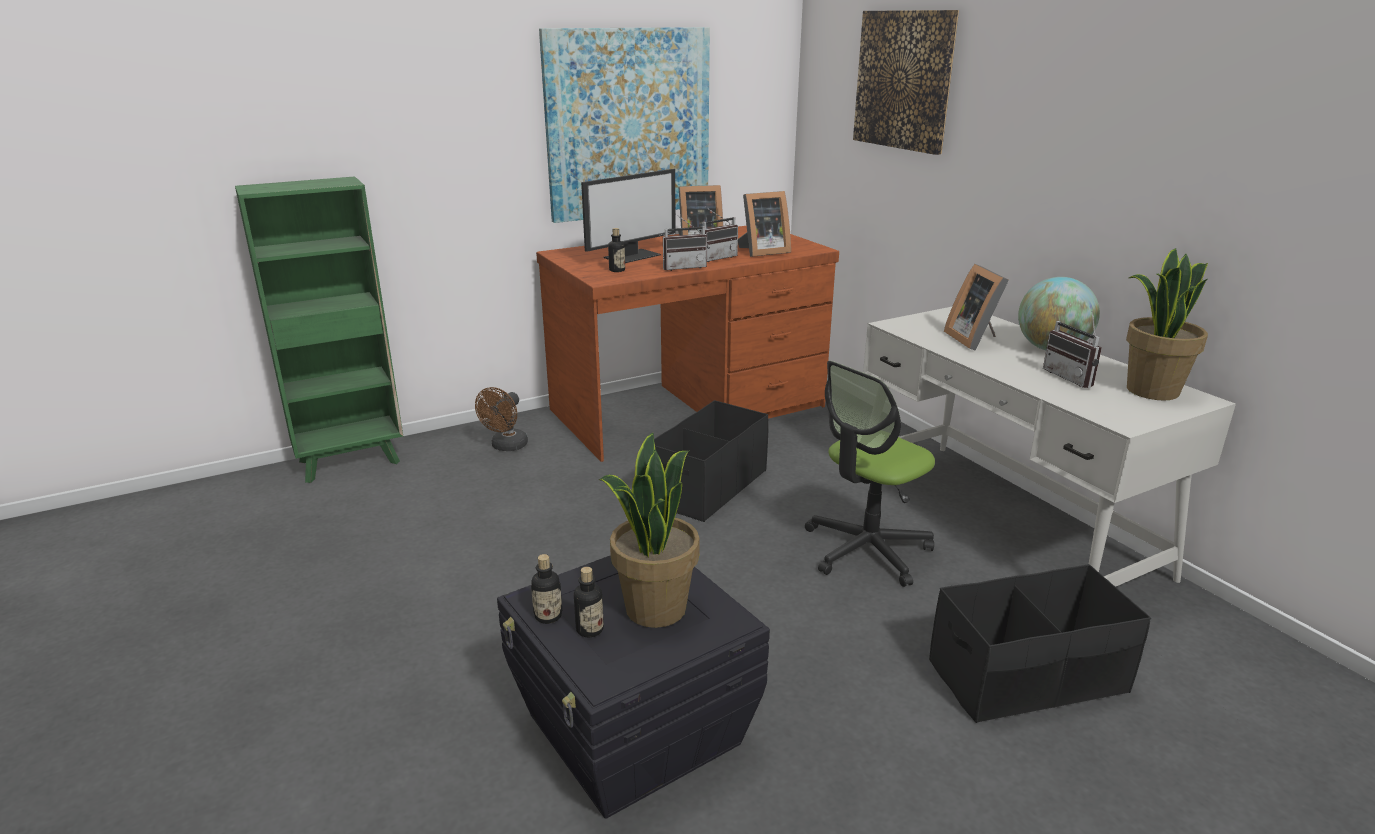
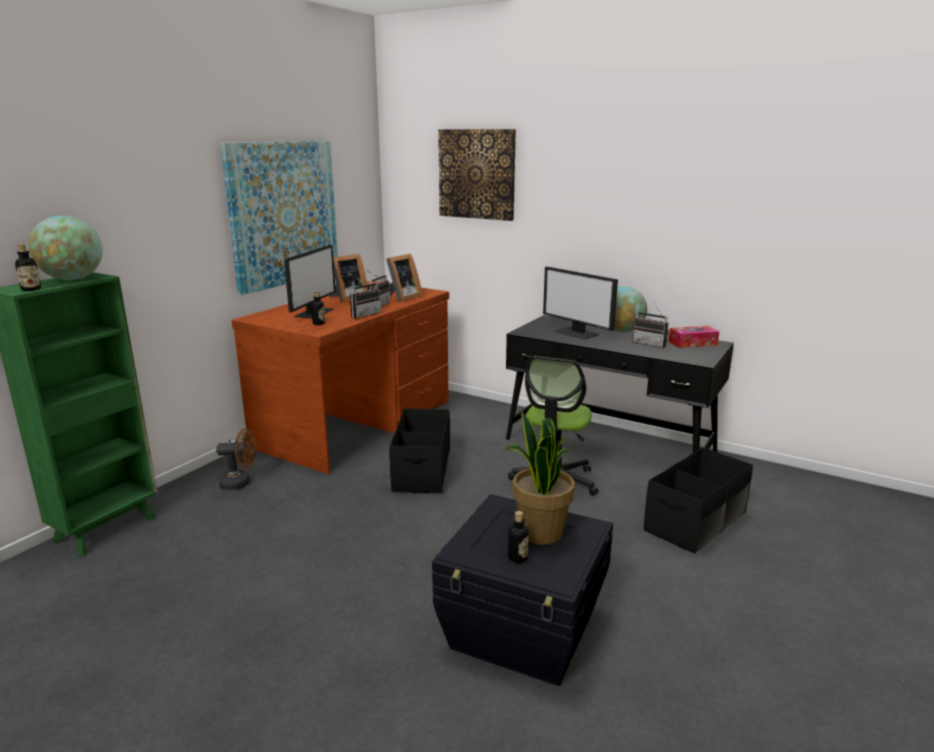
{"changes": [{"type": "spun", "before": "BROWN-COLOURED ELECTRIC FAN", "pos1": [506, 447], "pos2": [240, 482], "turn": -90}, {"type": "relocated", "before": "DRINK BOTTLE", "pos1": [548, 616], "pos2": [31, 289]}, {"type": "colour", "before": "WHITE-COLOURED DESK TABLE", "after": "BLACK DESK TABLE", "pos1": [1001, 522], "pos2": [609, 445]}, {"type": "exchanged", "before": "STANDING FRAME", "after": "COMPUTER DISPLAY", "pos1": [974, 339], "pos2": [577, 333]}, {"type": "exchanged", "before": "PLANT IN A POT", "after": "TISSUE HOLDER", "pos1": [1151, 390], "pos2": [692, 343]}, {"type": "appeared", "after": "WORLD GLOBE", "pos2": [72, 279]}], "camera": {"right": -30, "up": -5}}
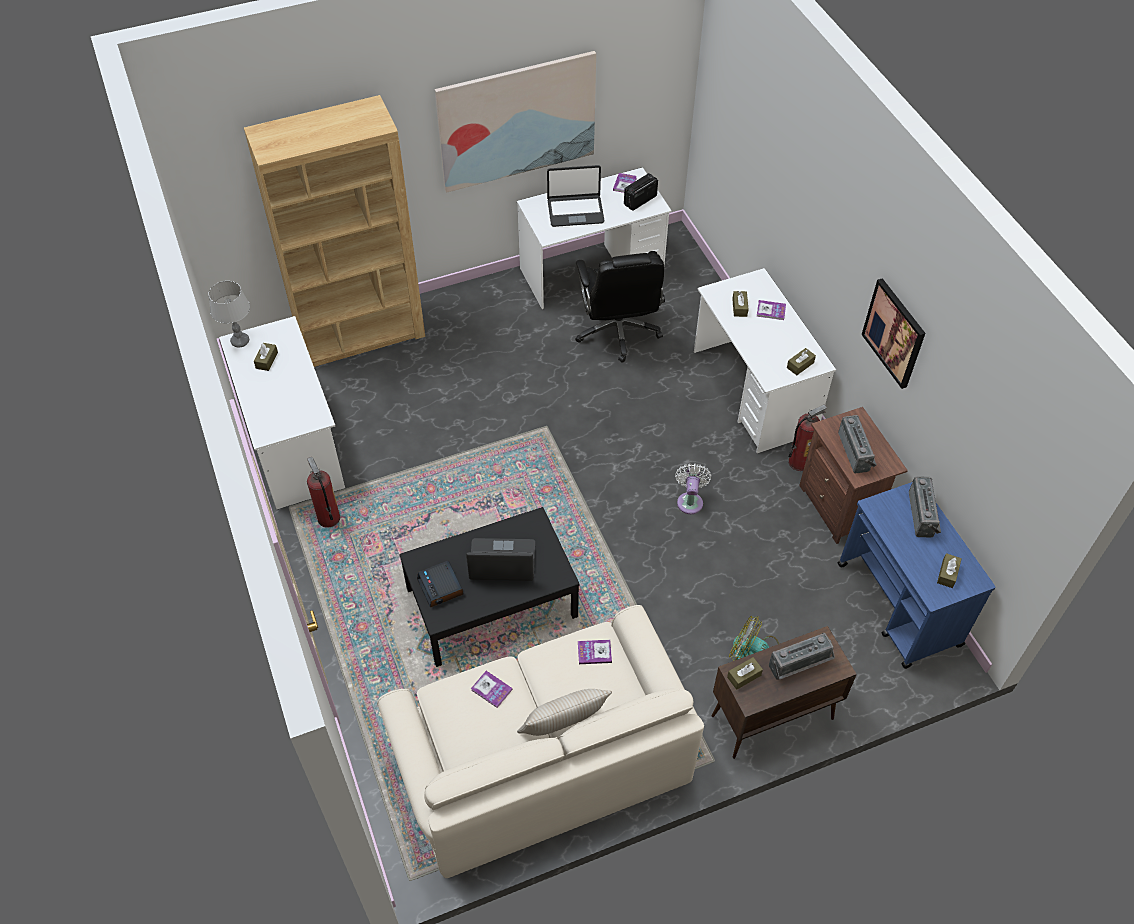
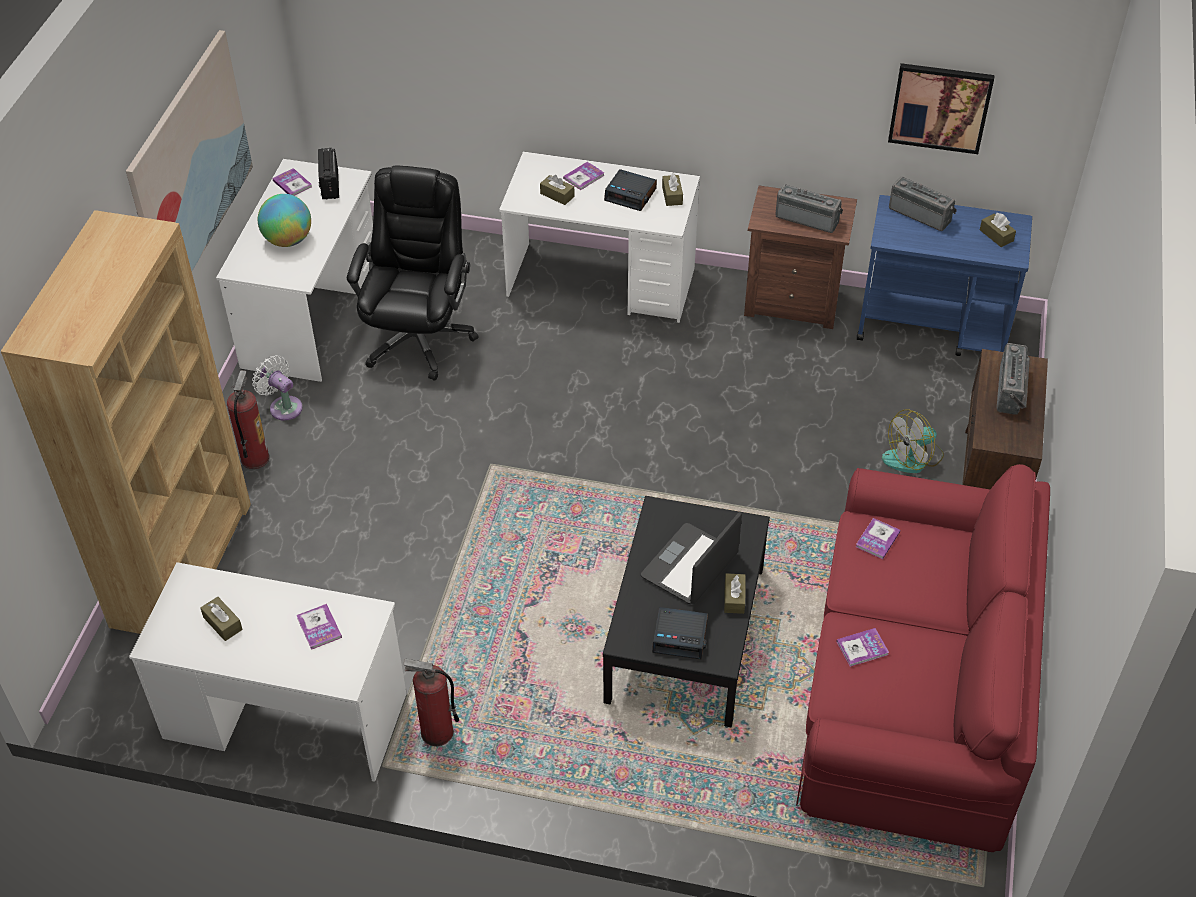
{"changes": [{"type": "missing", "before": "GREYISH LAMP FOR A TABLE", "pos1": [240, 341]}, {"type": "colour", "before": "BEIGE COUCH", "after": "RED-COLOURED COUCH", "pos1": [541, 759], "pos2": [912, 691]}, {"type": "missing", "before": "BEIGE CUSHION", "pos1": [563, 729]}, {"type": "exchanged", "before": "PORTABLE COMPUTER", "after": "WORLD GLOBE", "pos1": [575, 211], "pos2": [288, 240]}, {"type": "spun", "before": "BLACK COMPUTER CHAIR", "pos1": [618, 331], "pos2": [419, 338], "turn": -105}, {"type": "relocated", "before": "WHITE-COLOURED ELECTRIC FAN", "pos1": [690, 500], "pos2": [283, 406]}, {"type": "relocated", "before": "BROWN-COLOURED TISSUE HOLDER", "pos1": [744, 676], "pos2": [734, 598]}, {"type": "relocated", "before": "FIRE-FIGHTING CYLINDER", "pos1": [799, 462], "pos2": [254, 458]}, {"type": "relocated", "before": "WALL ART", "pos1": [894, 333], "pos2": [940, 107]}, {"type": "appeared", "after": "VOLUME", "pos2": [319, 627]}, {"type": "appeared", "after": "TABLE CLOCK", "pos2": [631, 195]}], "camera": {"right": -55, "up": -5}}
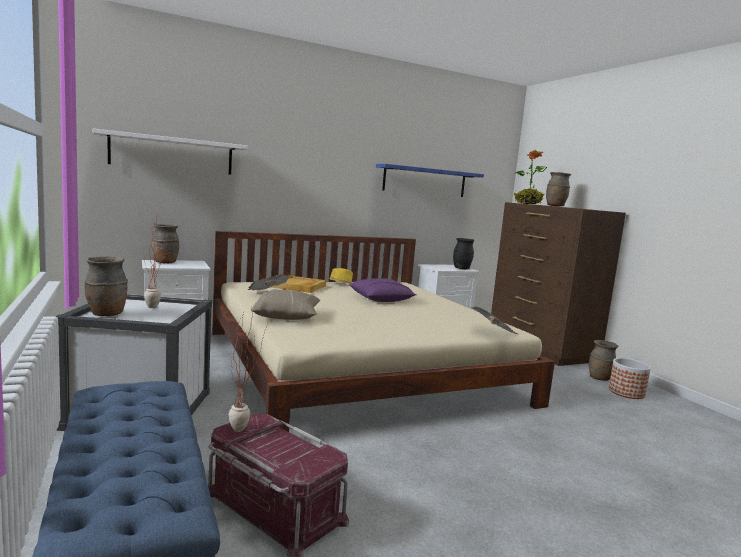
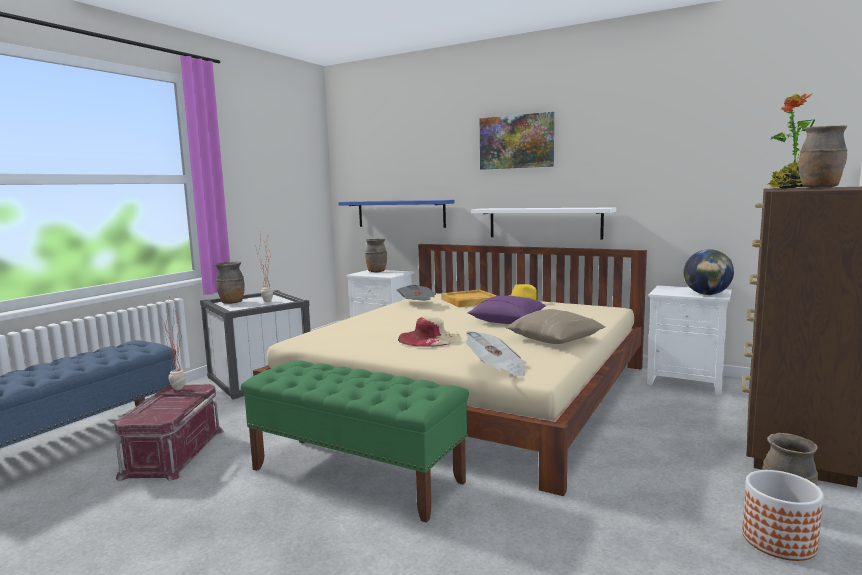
{"changes": [{"type": "relocated", "before": "WHITE-COLOURED SHELF", "pos1": [172, 154], "pos2": [544, 223]}, {"type": "relocated", "before": "BEIGE CUSHION", "pos1": [286, 316], "pos2": [555, 340]}, {"type": "relocated", "before": "BLUE-COLOURED SHELF", "pos1": [425, 181], "pos2": [400, 213]}, {"type": "exchanged", "before": "BLACK DECORATIVE VASE", "after": "WORLD GLOBE", "pos1": [462, 269], "pos2": [707, 294]}, {"type": "appeared", "after": "GREEN LONG SEAT", "pos2": [356, 475]}, {"type": "appeared", "after": "BEIGE HAT", "pos2": [429, 337]}, {"type": "appeared", "after": "WALL ART", "pos2": [516, 142]}], "camera": {"right": 55, "up": 0}}
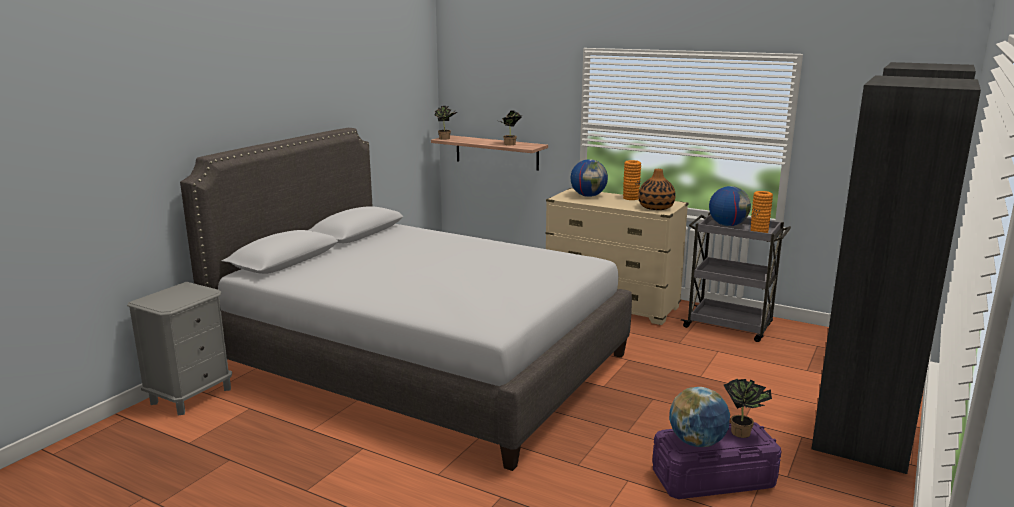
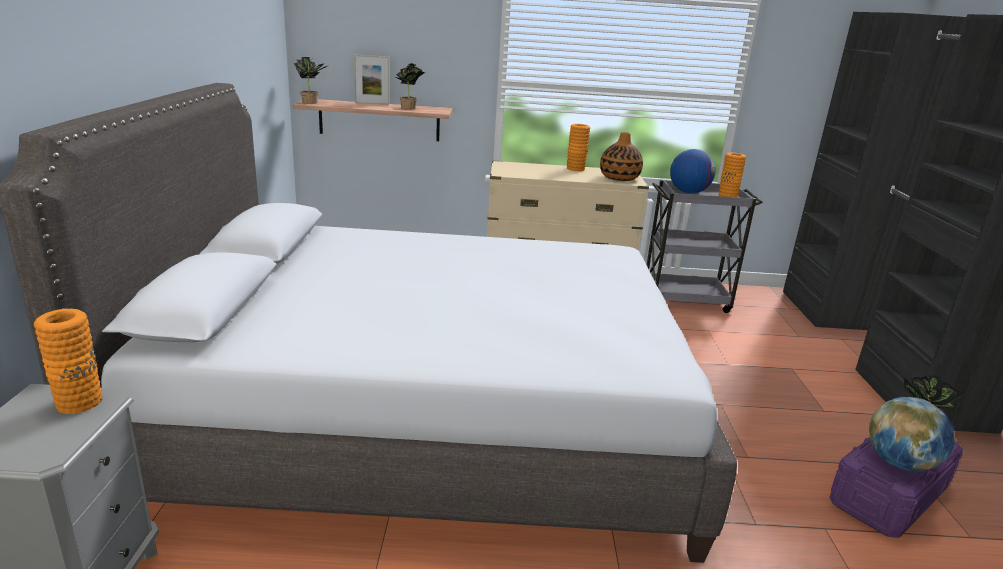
{"changes": [{"type": "missing", "before": "WORLD GLOBE", "pos1": [588, 196]}, {"type": "appeared", "after": "ORANGEY DECORATIVE VASE", "pos2": [79, 402]}, {"type": "appeared", "after": "STANDING FRAME", "pos2": [372, 103]}], "camera": {"right": -30, "up": 5}}
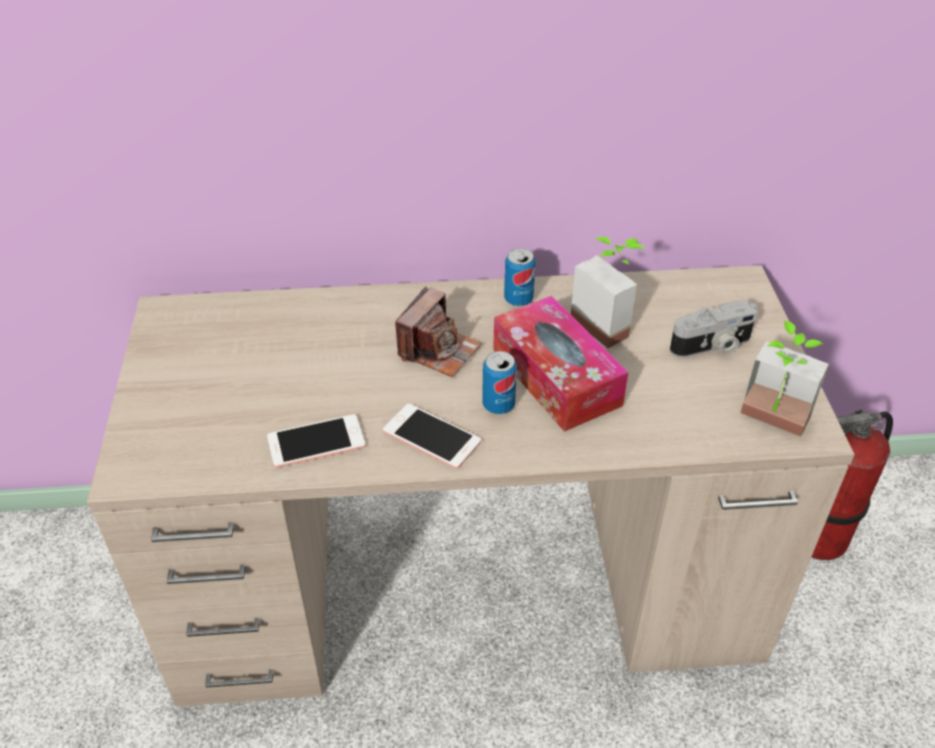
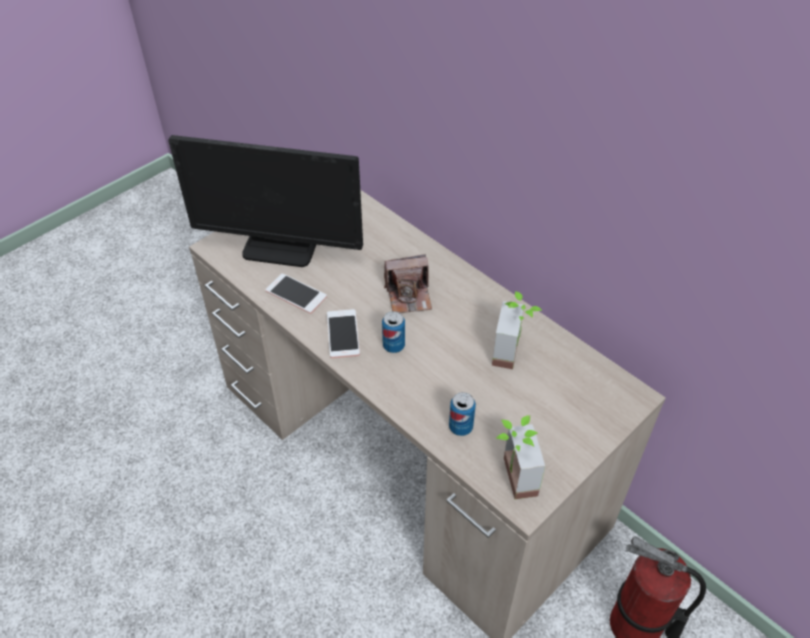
{"changes": [{"type": "missing", "before": "TISSUE HOLDER", "pos1": [556, 377]}, {"type": "relocated", "before": "CAN", "pos1": [518, 299], "pos2": [460, 427]}, {"type": "missing", "before": "PHOTO CAMERA", "pos1": [712, 346]}, {"type": "appeared", "after": "COMPUTER DISPLAY", "pos2": [280, 247]}], "camera": {"right": 50, "up": 5}}
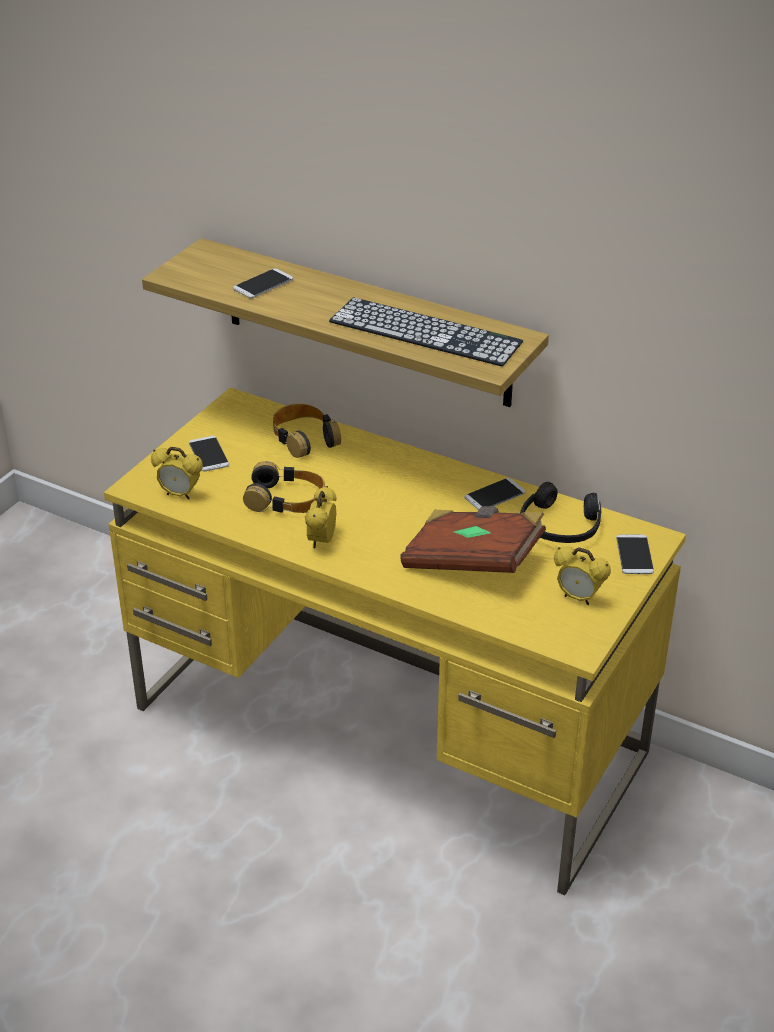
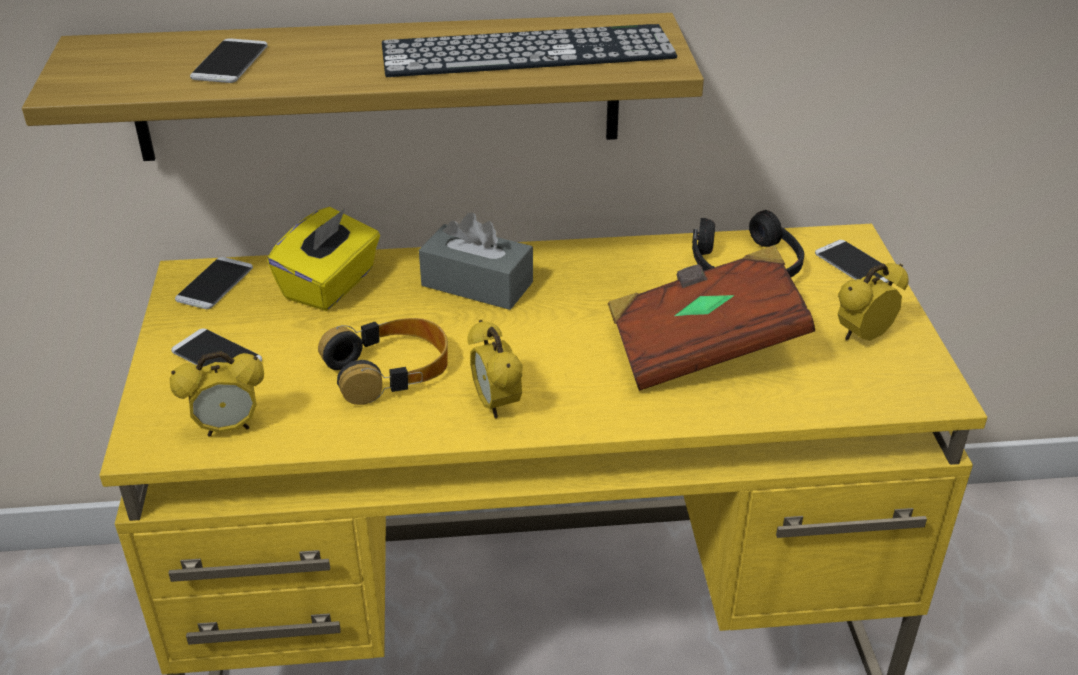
{"changes": [{"type": "exchanged", "before": "HEADSET", "after": "YELLOW TISSUE HOLDER", "pos1": [304, 438], "pos2": [330, 285]}, {"type": "relocated", "before": "PHONE", "pos1": [494, 495], "pos2": [215, 284]}, {"type": "spun", "before": "TABLE CLOCK", "pos1": [578, 598], "pos2": [863, 337], "turn": 150}, {"type": "appeared", "after": "GREYISH TISSUE HOLDER", "pos2": [477, 284]}], "camera": {"right": -35, "up": 0}}
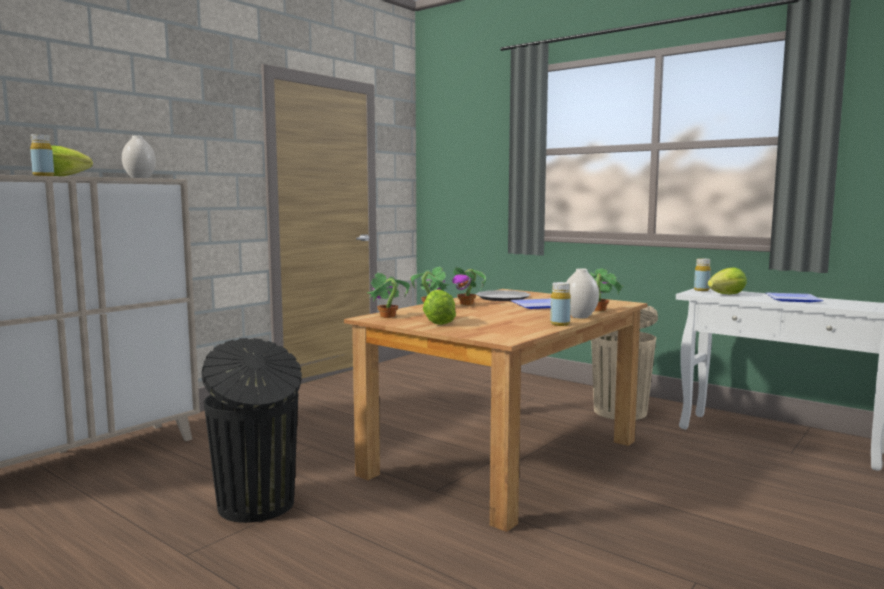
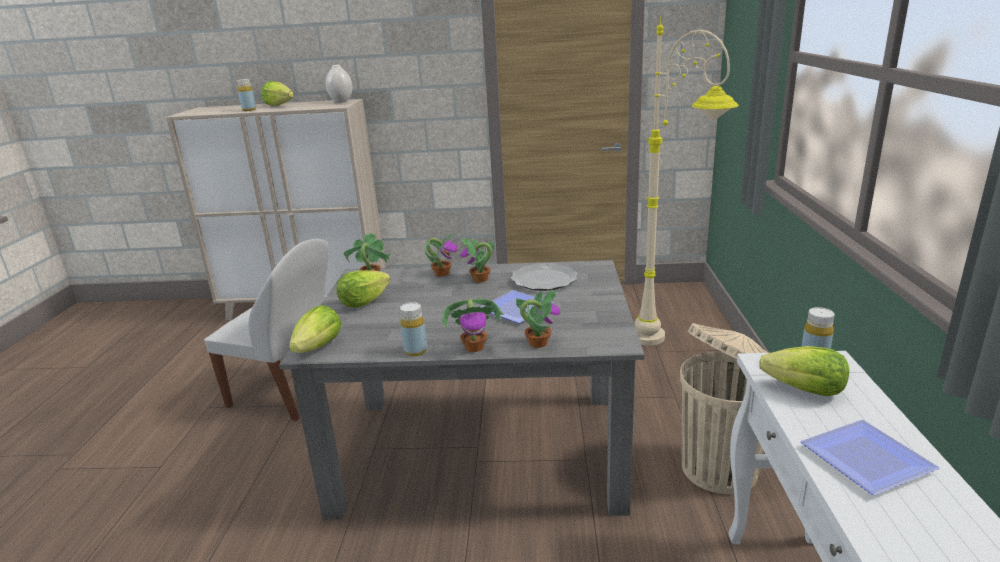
{"changes": [{"type": "exchanged", "before": "BLACK TRASH CAN", "after": "WHITE-COLOURED UPRIGHT CHAIR", "pos1": [257, 506], "pos2": [289, 392]}, {"type": "colour", "before": "BROWN-COLOURED DINING TABLE", "after": "GREYISH DINING TABLE", "pos1": [503, 456], "pos2": [483, 449]}, {"type": "exchanged", "before": "WHITE-COLOURED DECORATIVE VASE", "after": "PLANT IN A POT", "pos1": [579, 317], "pos2": [475, 347]}, {"type": "appeared", "after": "LETTUCE HEAD", "pos2": [319, 347]}, {"type": "appeared", "after": "BEIGE STANDING LAMP", "pos2": [671, 348]}], "camera": {"right": 55, "up": 15}}
